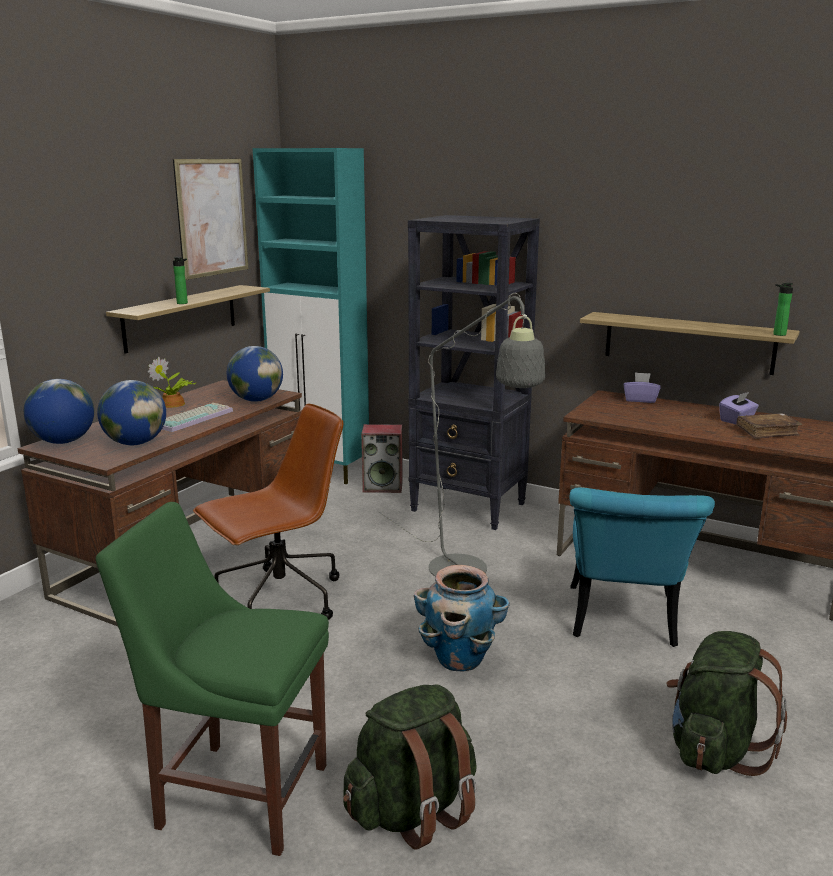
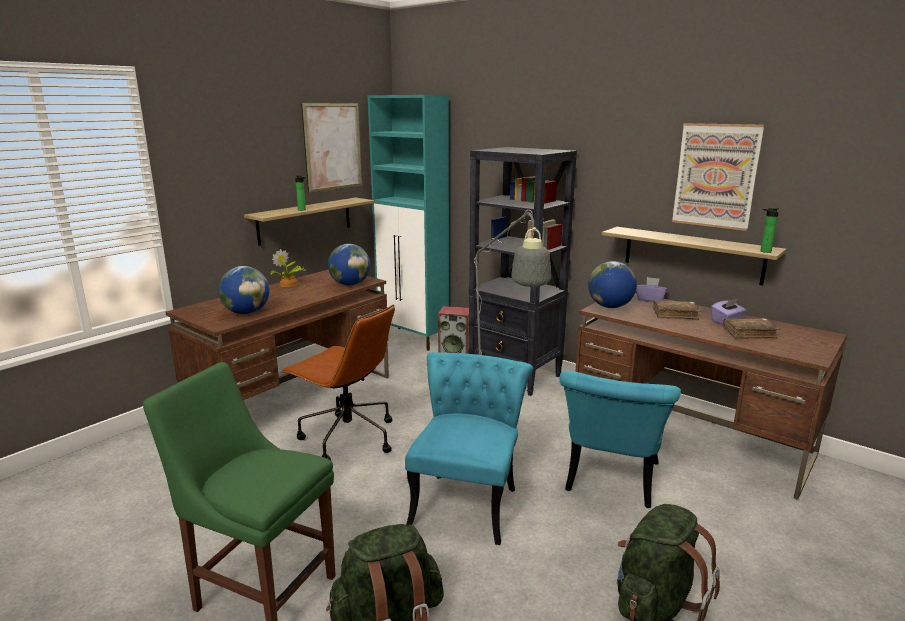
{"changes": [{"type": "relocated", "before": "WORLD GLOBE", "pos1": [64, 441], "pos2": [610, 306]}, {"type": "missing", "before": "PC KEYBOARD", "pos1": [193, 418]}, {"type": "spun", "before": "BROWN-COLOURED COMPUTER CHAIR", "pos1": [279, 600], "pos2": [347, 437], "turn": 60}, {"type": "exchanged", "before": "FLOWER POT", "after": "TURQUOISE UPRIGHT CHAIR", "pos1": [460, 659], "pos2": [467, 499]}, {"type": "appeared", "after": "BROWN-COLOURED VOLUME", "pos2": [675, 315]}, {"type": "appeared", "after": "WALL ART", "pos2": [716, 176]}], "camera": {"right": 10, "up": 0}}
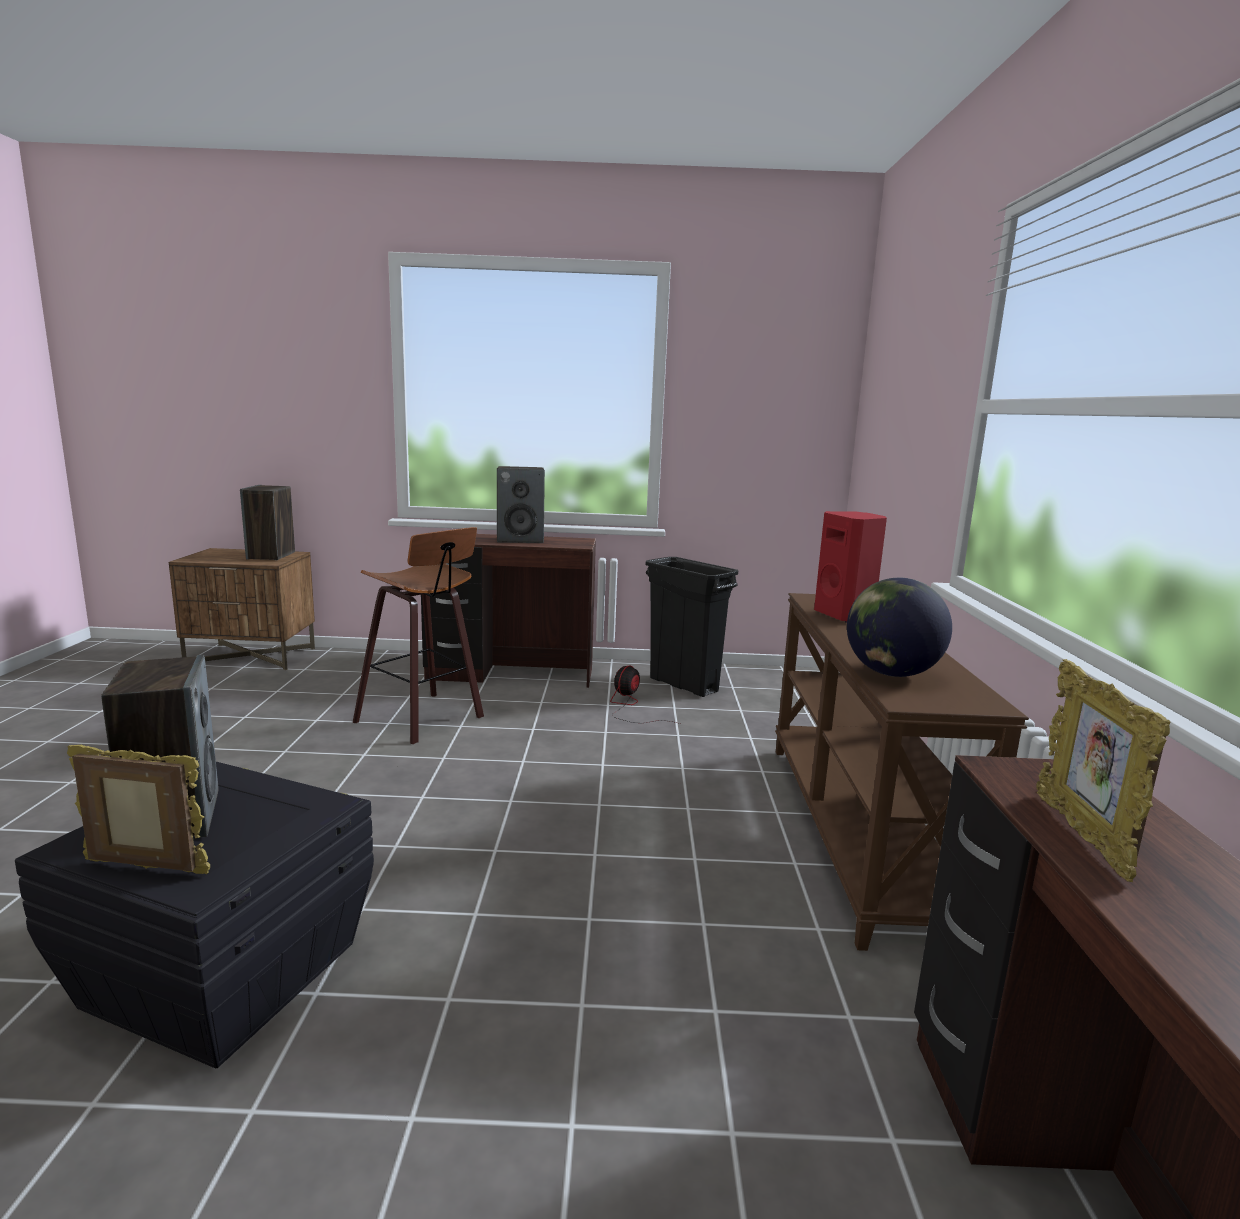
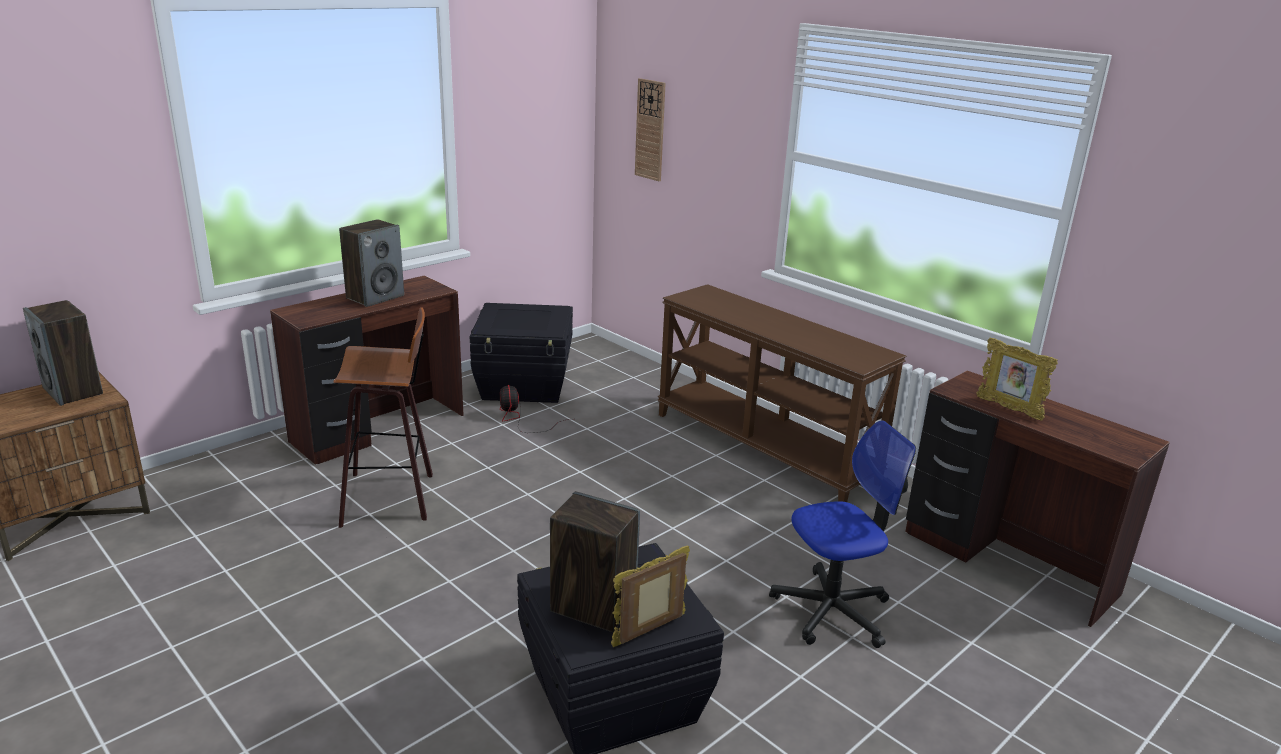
{"changes": [{"type": "exchanged", "before": "BLACK TRASH CAN", "after": "BLACK STORAGE BOX", "pos1": [684, 685], "pos2": [525, 385]}, {"type": "missing", "before": "RED-COLOURED LOUDSPEAKER", "pos1": [845, 616]}, {"type": "missing", "before": "WORLD GLOBE", "pos1": [891, 673]}, {"type": "appeared", "after": "HANGING CLOCK", "pos2": [650, 130]}, {"type": "appeared", "after": "COMPUTER CHAIR", "pos2": [832, 610]}], "camera": {"right": -45, "up": 10}}
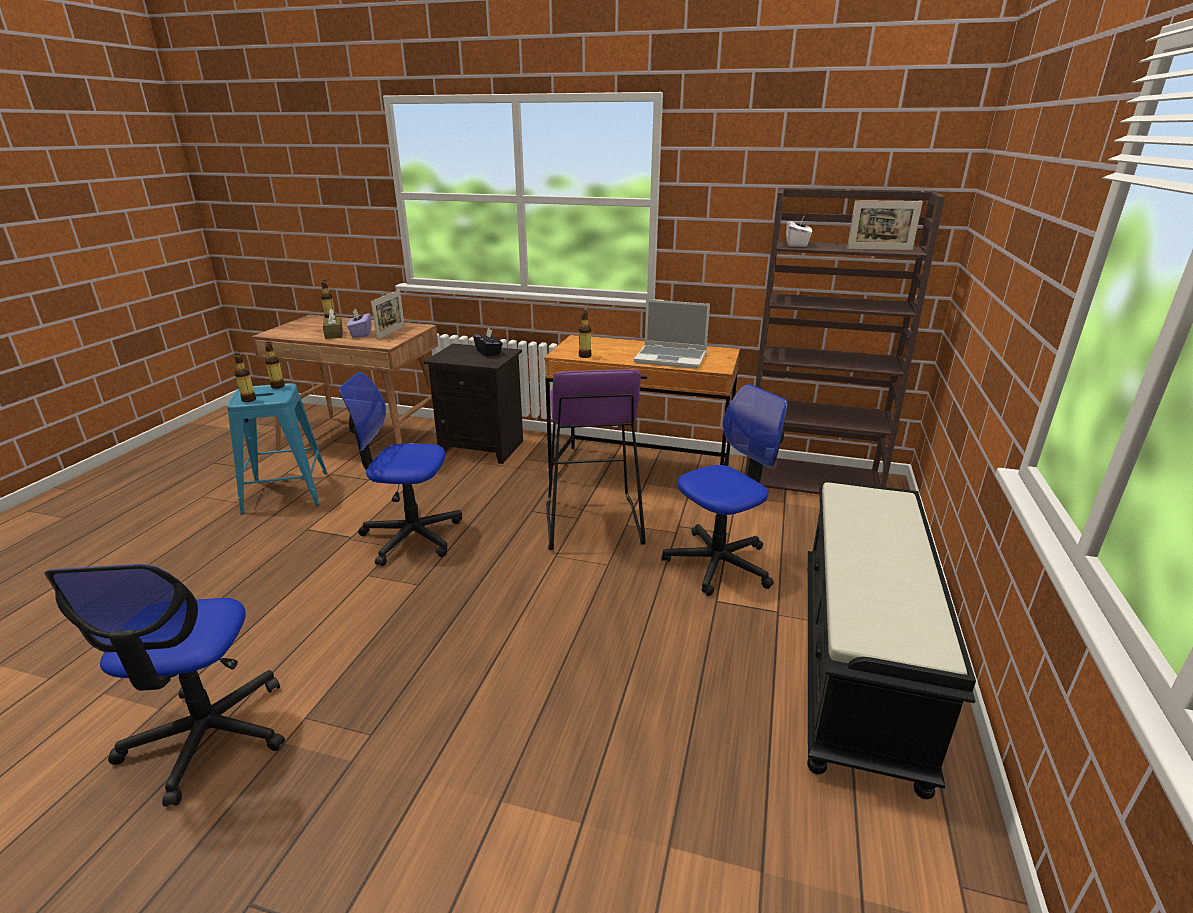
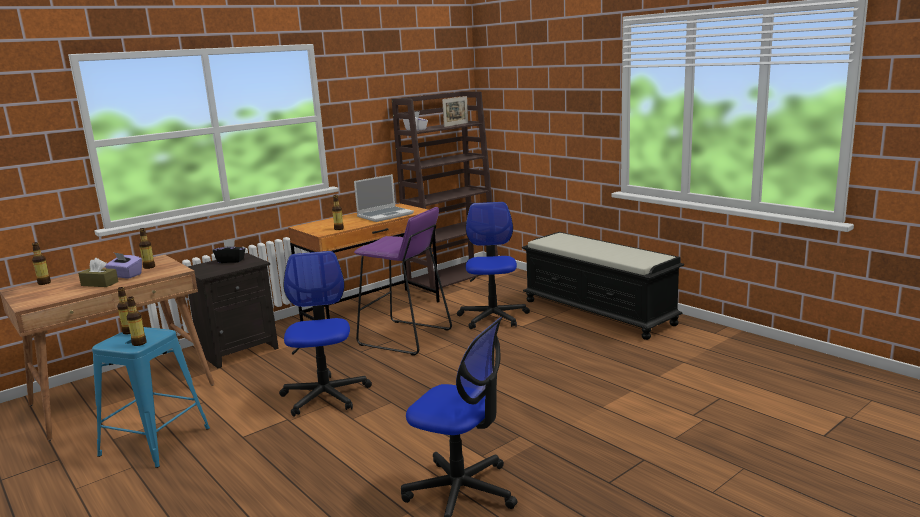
{"changes": [{"type": "spun", "before": "COMPUTER CHAIR", "pos1": [411, 536], "pos2": [325, 396], "turn": 135}, {"type": "exchanged", "before": "STANDING FRAME", "after": "DRINK BOTTLE", "pos1": [391, 332], "pos2": [149, 267]}], "camera": {"right": -55, "up": -10}}
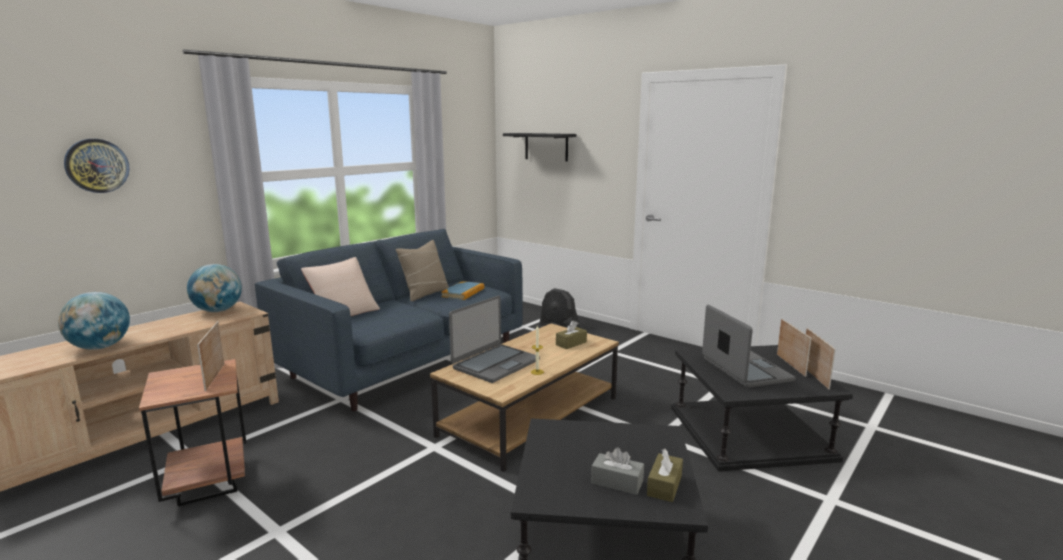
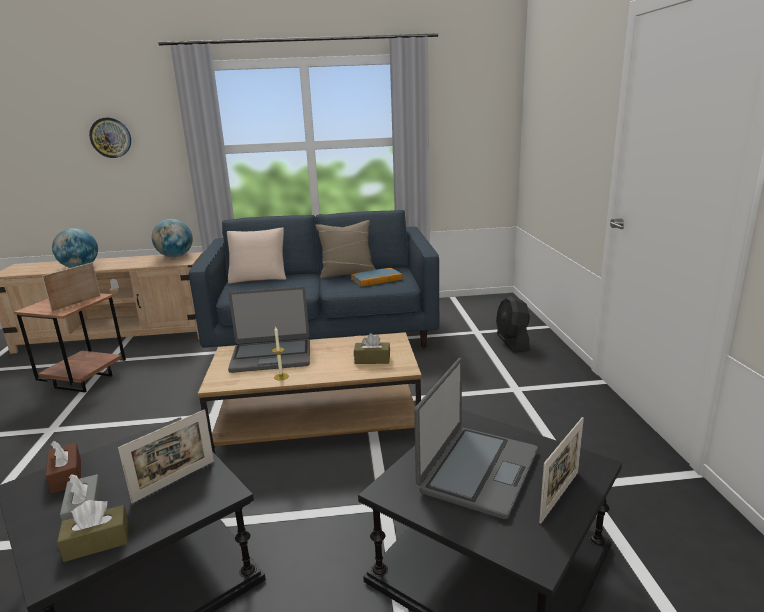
{"changes": [{"type": "missing", "before": "BLACK SHELF", "pos1": [546, 146]}, {"type": "relocated", "before": "STANDING FRAME", "pos1": [815, 376], "pos2": [174, 481]}, {"type": "appeared", "after": "BROWN-COLOURED TISSUE HOLDER", "pos2": [66, 476]}], "camera": {"right": 45, "up": 5}}
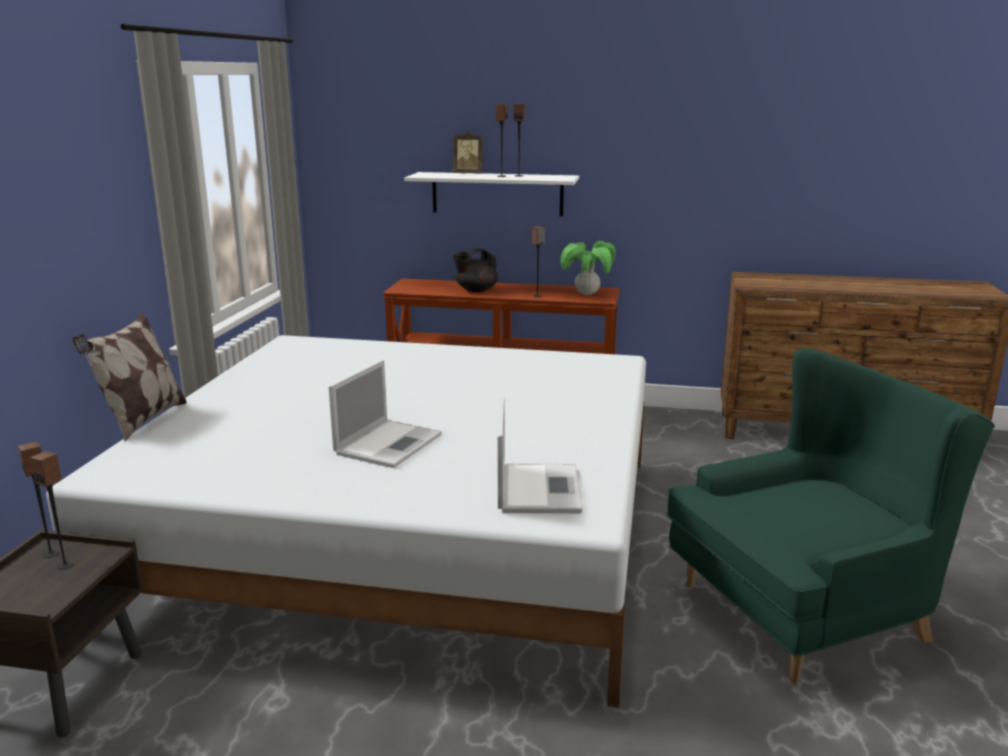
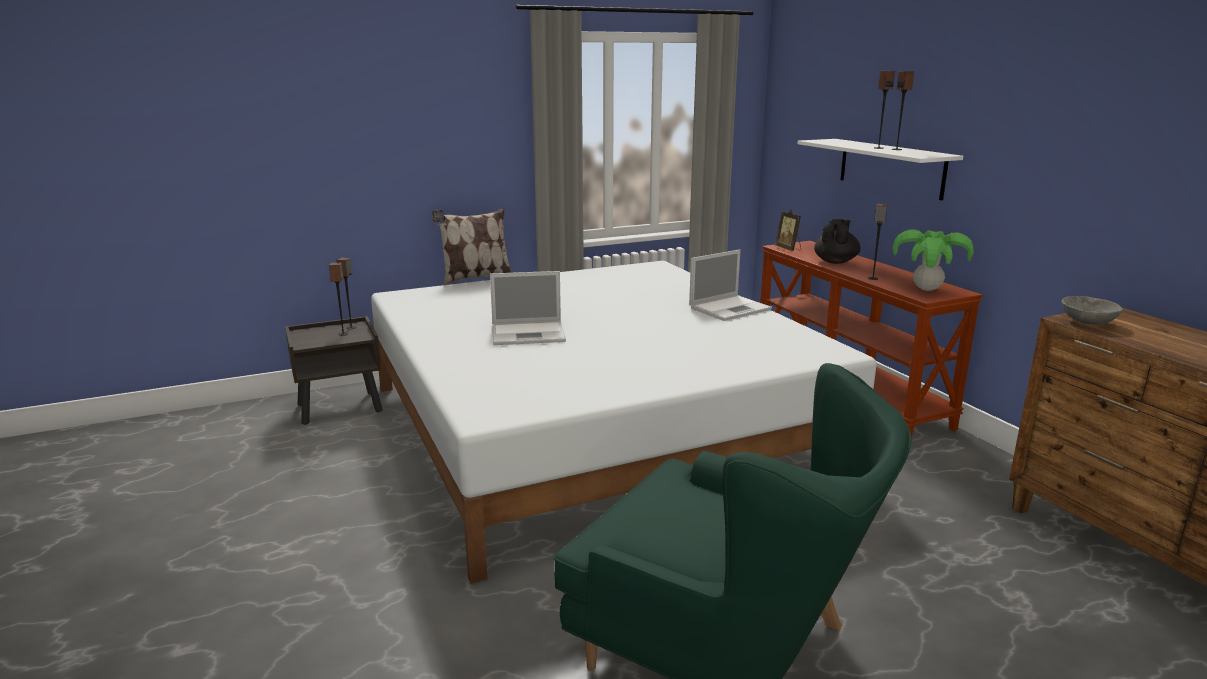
{"changes": [{"type": "relocated", "before": "STANDING FRAME", "pos1": [468, 174], "pos2": [788, 249]}, {"type": "spun", "before": "BLACK TEAPOT", "pos1": [475, 290], "pos2": [835, 261], "turn": 90}, {"type": "relocated", "before": "PORTABLE COMPUTER", "pos1": [537, 488], "pos2": [730, 308]}, {"type": "appeared", "after": "GREYISH SERVING BOWL", "pos2": [1086, 322]}], "camera": {"right": 55, "up": 0}}
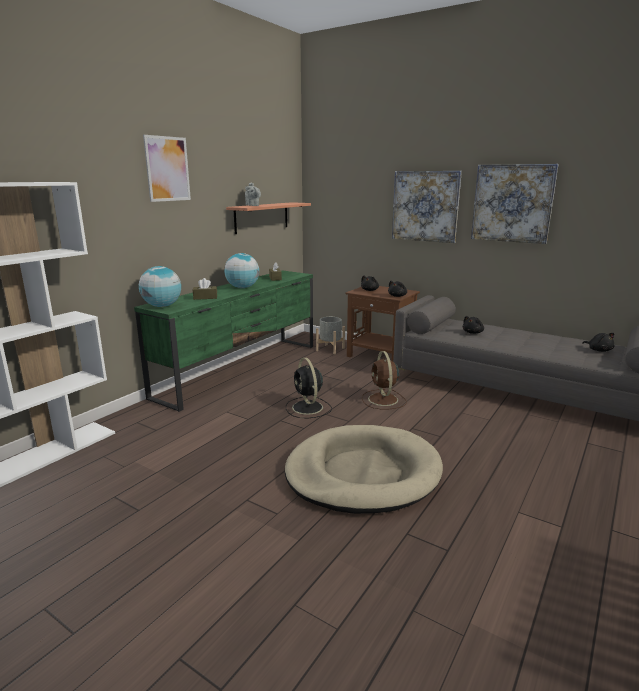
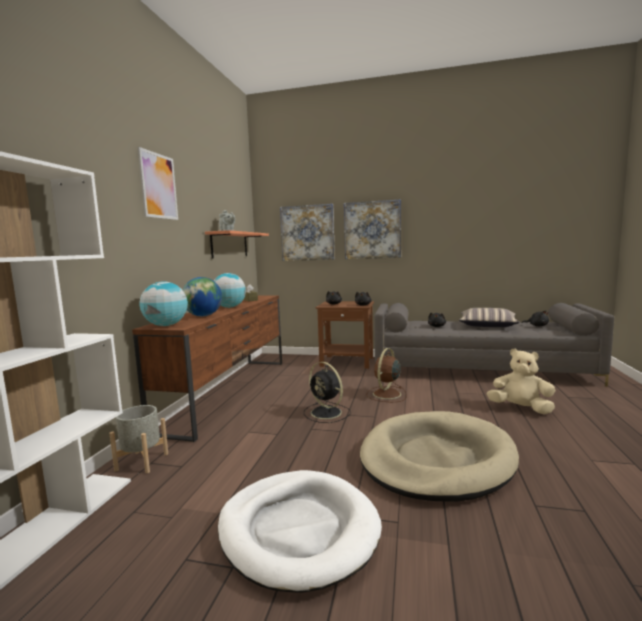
{"changes": [{"type": "colour", "before": "GREEN MEDIA CONSOLE", "after": "BROWN-COLOURED MEDIA CONSOLE", "pos1": [241, 369], "pos2": [230, 391]}, {"type": "exchanged", "before": "BROWN-COLOURED TISSUE HOLDER", "after": "WORLD GLOBE", "pos1": [205, 297], "pos2": [203, 316]}, {"type": "relocated", "before": "GREYISH FLOWER POT", "pos1": [330, 349], "pos2": [142, 462]}, {"type": "spun", "before": "BROWN-COLOURED ELECTRIC FAN", "pos1": [383, 400], "pos2": [386, 394], "turn": 60}, {"type": "relocated", "before": "WALL ART", "pos1": [512, 203], "pos2": [307, 233]}, {"type": "appeared", "after": "WHITE-COLOURED DOG CUSHION", "pos2": [298, 530]}, {"type": "appeared", "after": "CUSHION", "pos2": [487, 325]}, {"type": "appeared", "after": "BEIGE PLUSH TOY", "pos2": [520, 408]}], "camera": {"right": -20, "up": -10}}
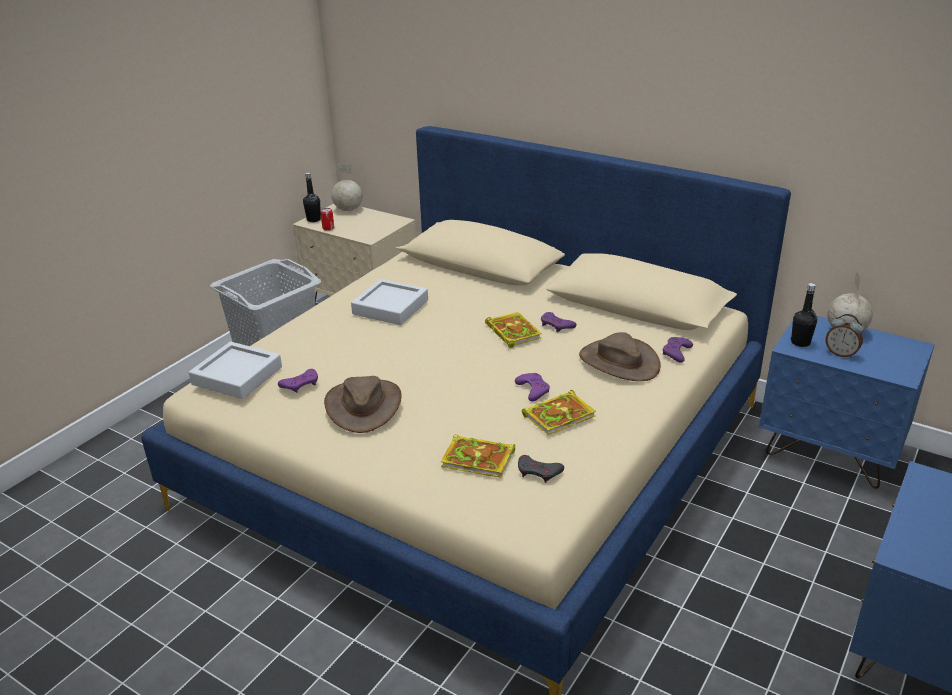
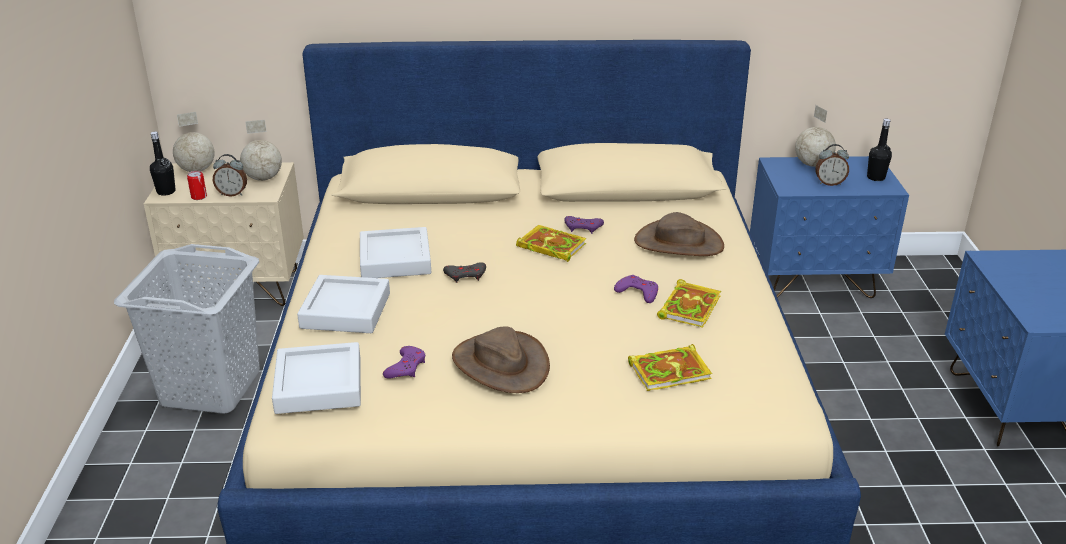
{"changes": [{"type": "relocated", "before": "GREYISH GAME CONTROLLER", "pos1": [539, 472], "pos2": [466, 275]}, {"type": "missing", "before": "PURPLE GAME CONTROLLER", "pos1": [676, 352]}, {"type": "relocated", "before": "BLACK DRINK BOTTLE", "pos1": [800, 342], "pos2": [875, 177]}, {"type": "appeared", "after": "TABLE CLOCK", "pos2": [232, 194]}, {"type": "appeared", "after": "WORLD GLOBE", "pos2": [263, 178]}, {"type": "appeared", "after": "GREYISH CARRYING TRAY", "pos2": [345, 311]}], "camera": {"right": -35, "up": 0}}
